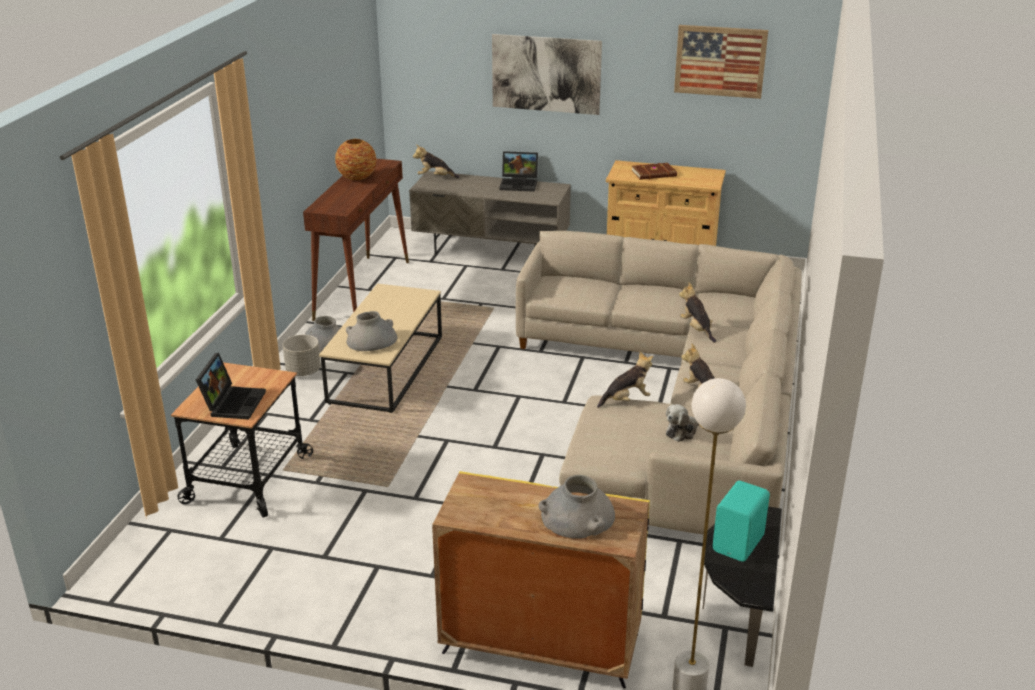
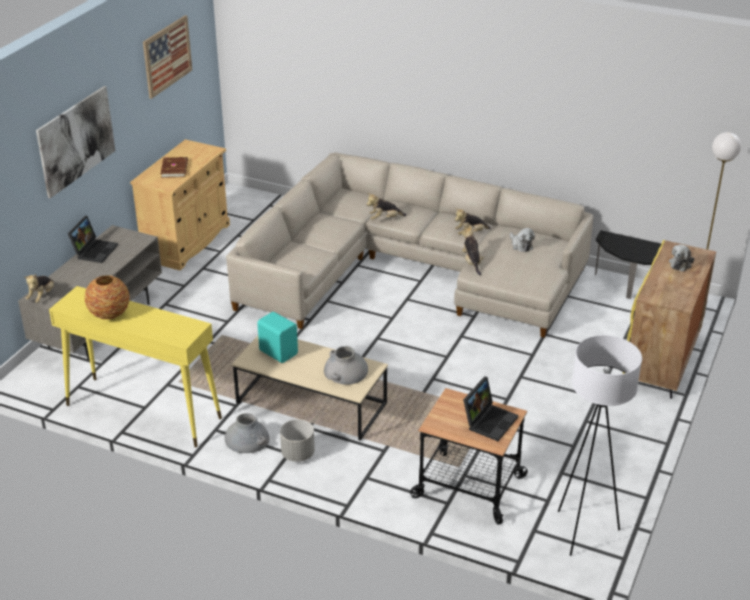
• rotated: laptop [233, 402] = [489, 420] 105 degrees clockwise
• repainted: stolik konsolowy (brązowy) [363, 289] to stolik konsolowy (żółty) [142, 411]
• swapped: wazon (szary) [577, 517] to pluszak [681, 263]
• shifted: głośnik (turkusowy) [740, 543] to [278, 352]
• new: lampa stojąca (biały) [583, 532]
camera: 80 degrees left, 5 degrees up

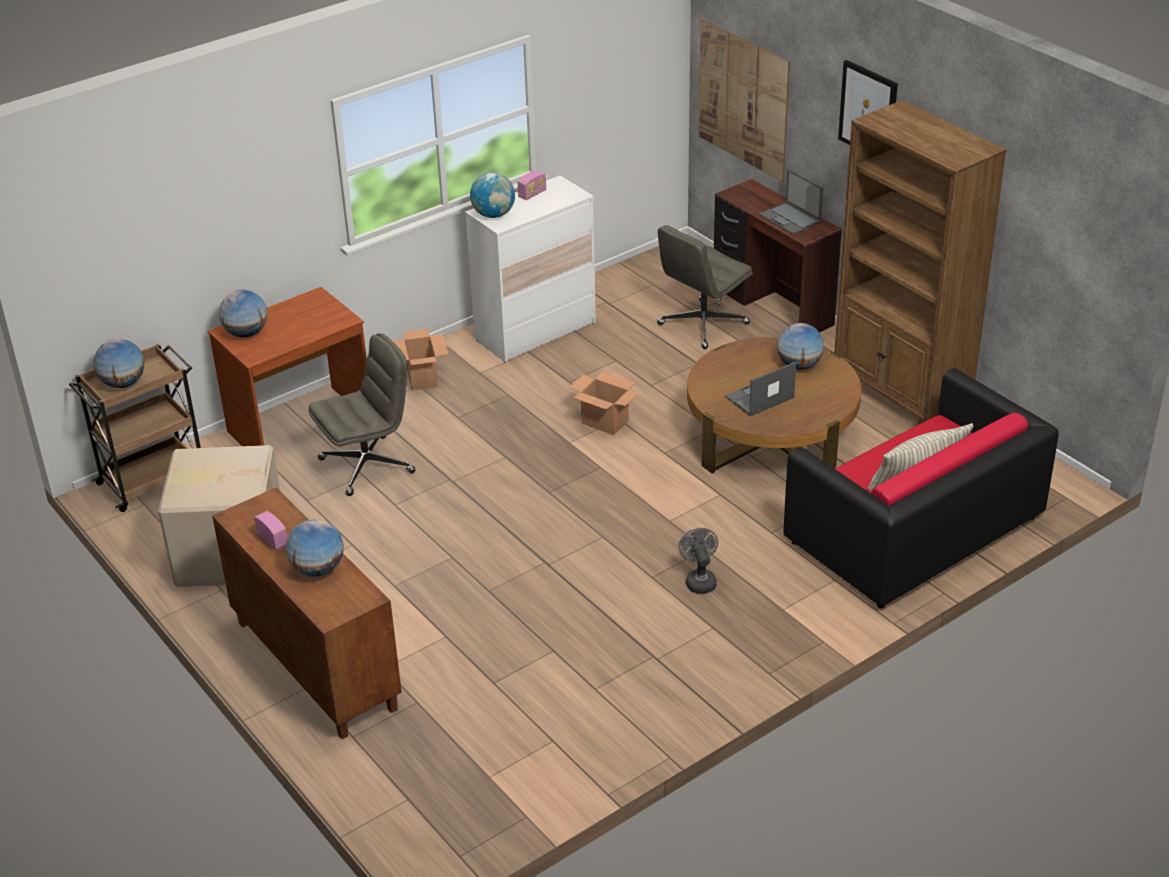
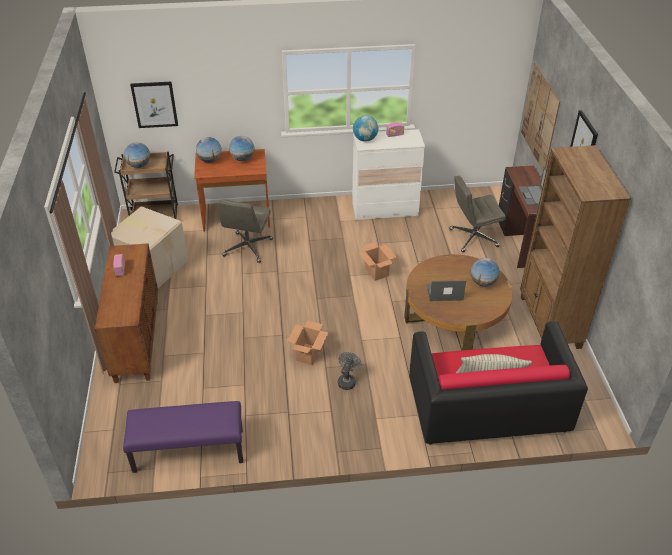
• shifted: globus [317, 569] to [242, 159]
• rotated: krzesło biurowe (szary) [368, 465] = [248, 248] 105 degrees clockwise
• shifted: karton [422, 378] to [308, 354]
• new: ławka (fioletowy) [188, 451]
• new: obraz [154, 104]
camera: 30 degrees right, 5 degrees up

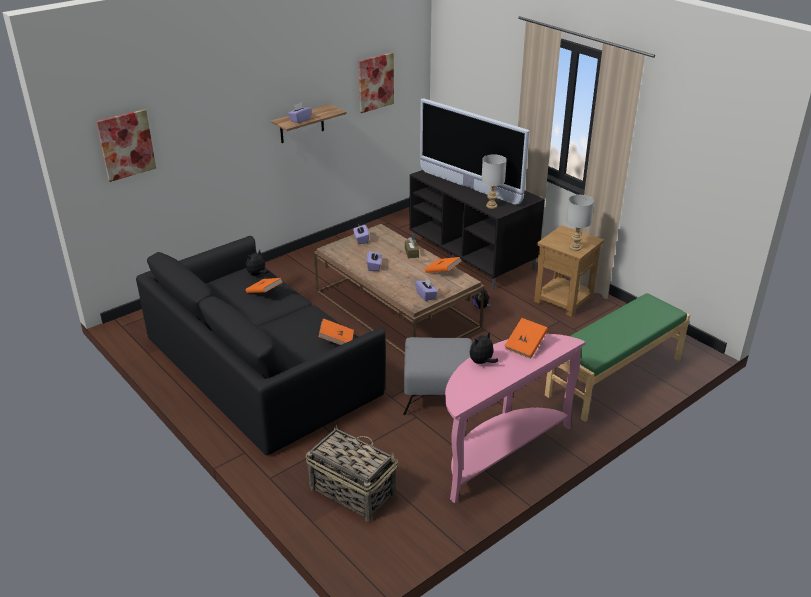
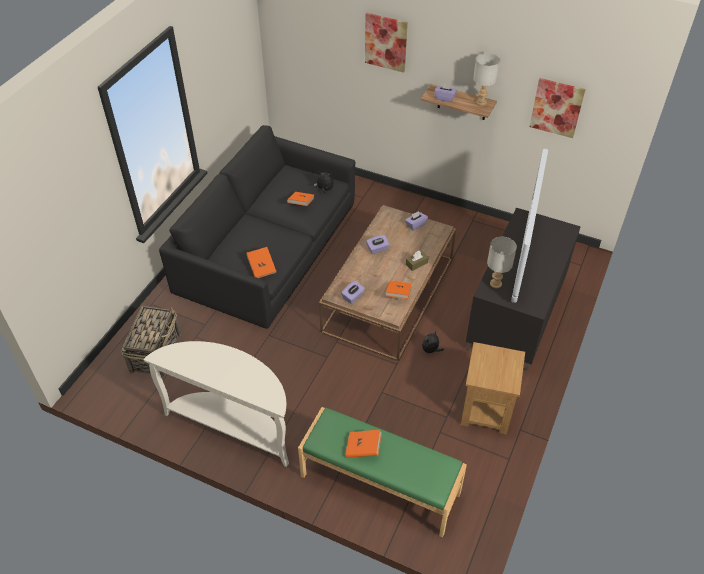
• shifted: obraz [126, 145] to [386, 42]
• gone: pufa (szary) [437, 393]
• repainted: stolik konsolowy (różowy) [499, 452] to stolik konsolowy (biały) [234, 425]
• gone: pluszak [482, 362]
• shifted: książka (pomarańczowy) [525, 346] to [363, 448]
• shifted: lampa stołowa (szary) [575, 247] to [481, 103]
camera: 65 degrees right, 15 degrees up

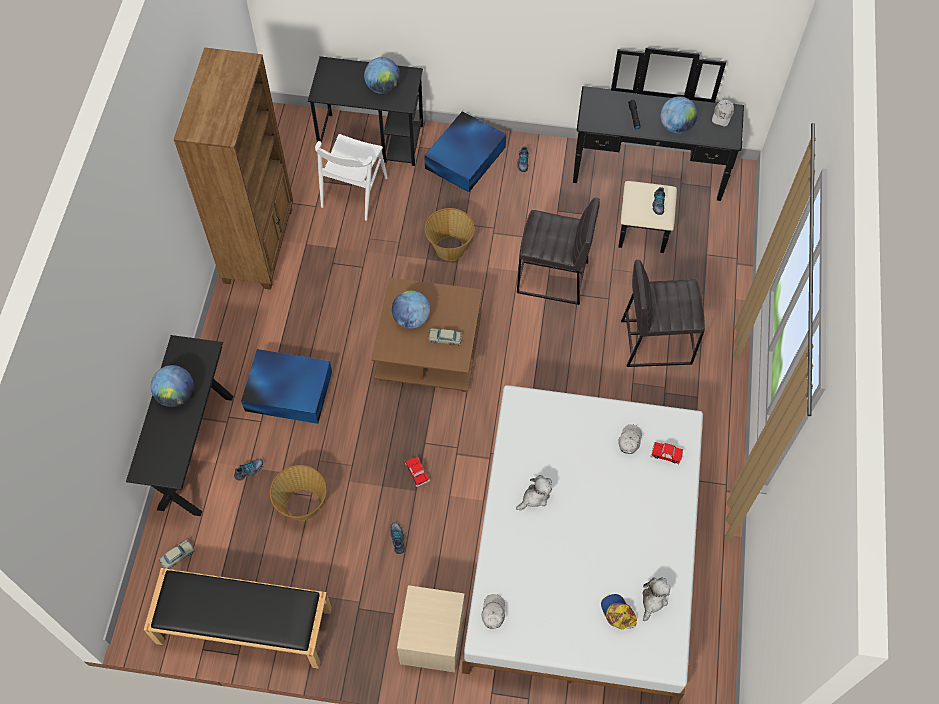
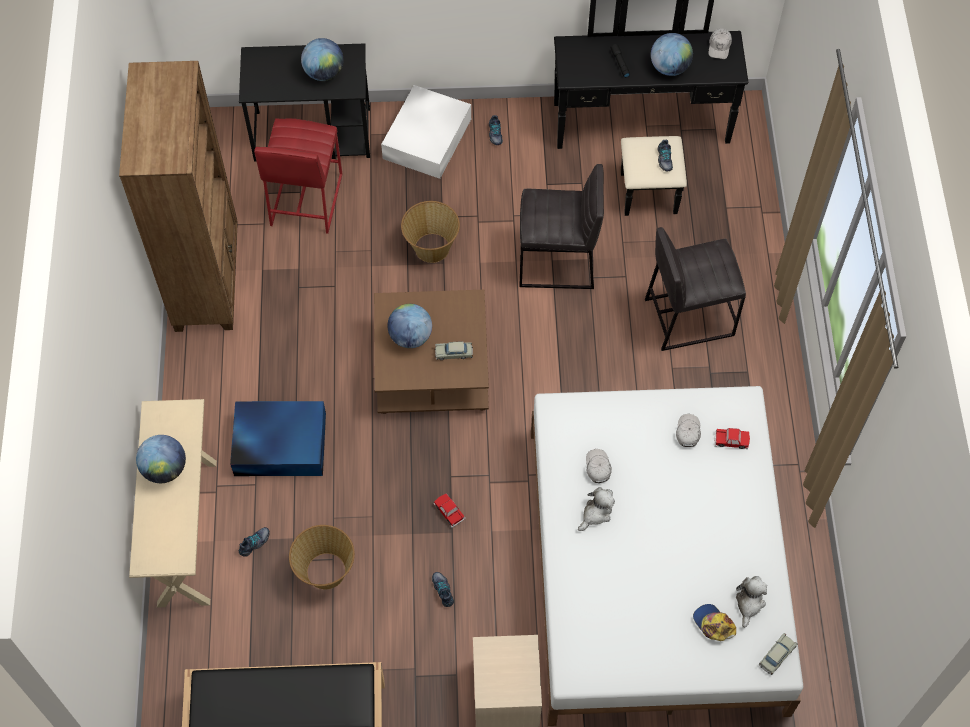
• repainted: stolik konsolowy (czarny) [196, 451] to stolik konsolowy (beżowy) [187, 531]
• shifted: samochodzik (beżowy) [177, 556] to [776, 655]
• swapped: krzesło (biały) [354, 192] to stołek (czerwony) [305, 200]
• repainted: pojemnik do przechowywania (niebieski) [466, 157] to pojemnik do przechowywania (biały) [428, 138]
• shifted: czapka z daszkiem (biały) [493, 612] to [598, 467]
camera: 10 degrees left, 0 degrees up

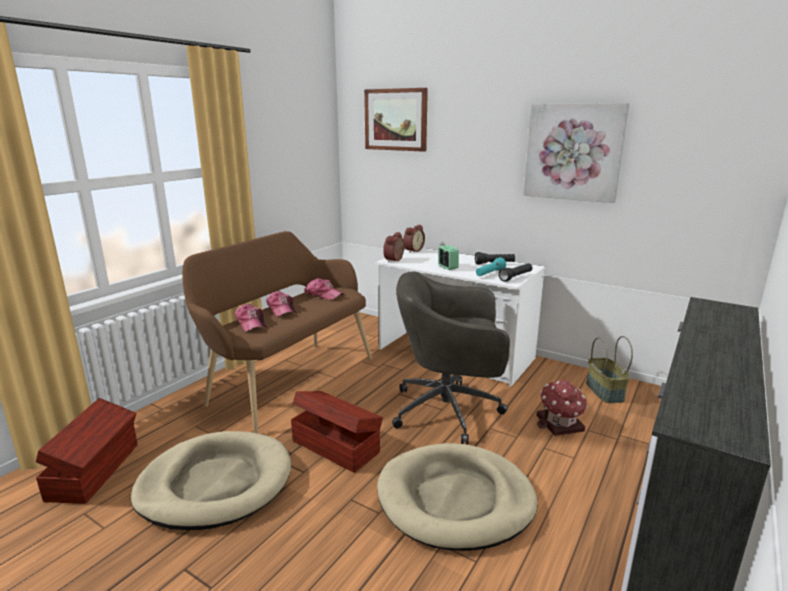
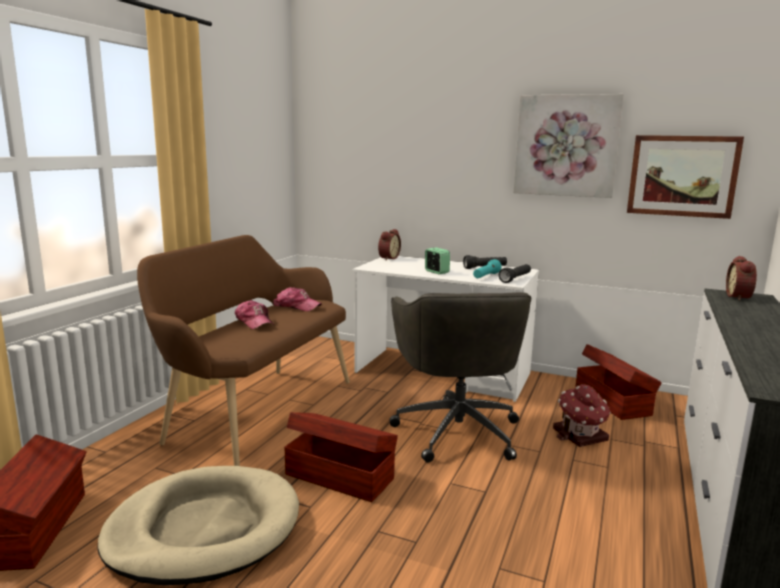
• gone: czapka z daszkiem [251, 323]
• shifted: obraz [396, 119] to [682, 176]
• gone: legowisko (beżowy) [455, 499]
• shifted: budzik [395, 260] to [740, 297]
• rotated: krzesło biurowe (szary) [449, 410] = [457, 430] 90 degrees counterclockwise
• swapped: koszyk [603, 391] to pojemnik do przechowywania (brązowy) [612, 401]
camera: 10 degrees left, 5 degrees down

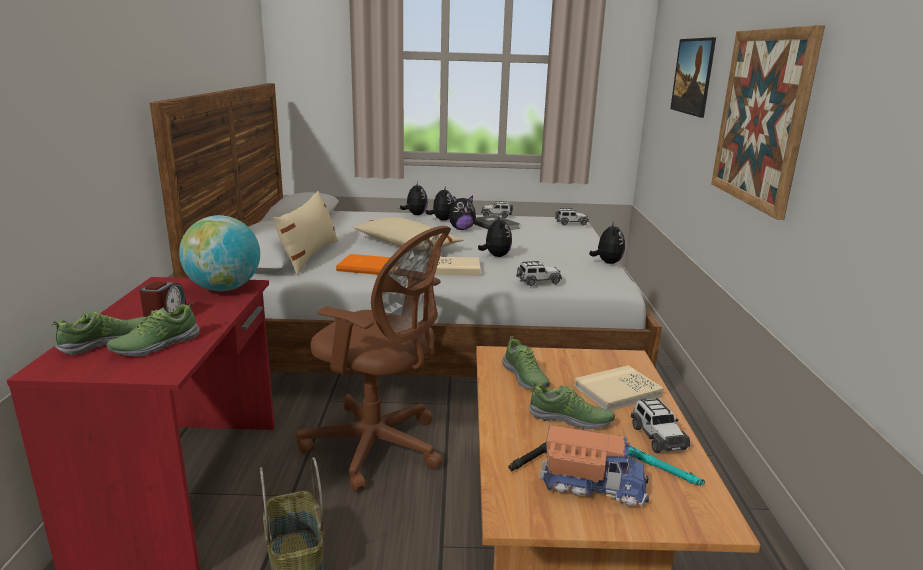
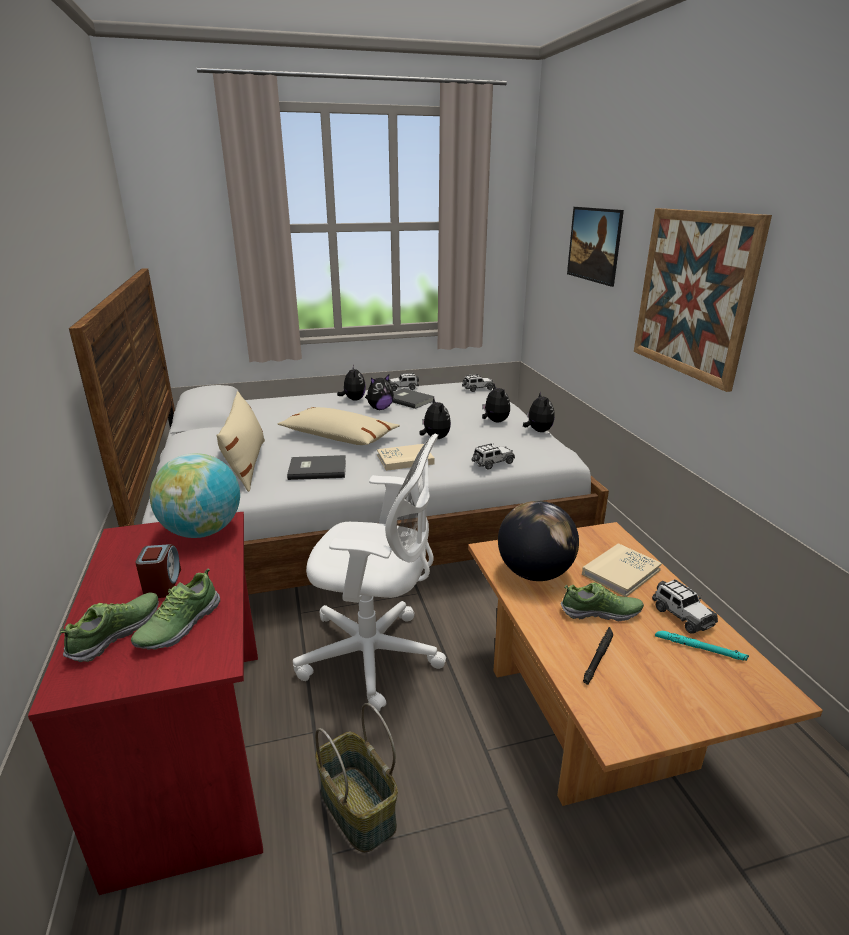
• repainted: krzesło biurowe (brązowy) [379, 447] to krzesło biurowe (biały) [376, 656]
• repainted: książka (pomarańczowy) [368, 266] to książka (szary) [317, 469]
• shifted: pluszak [415, 214] to [494, 421]
• swapped: but [525, 378] to globus [534, 573]
• gone: ciężarówka zabawkowa [592, 484]
camera: 15 degrees left, 5 degrees up

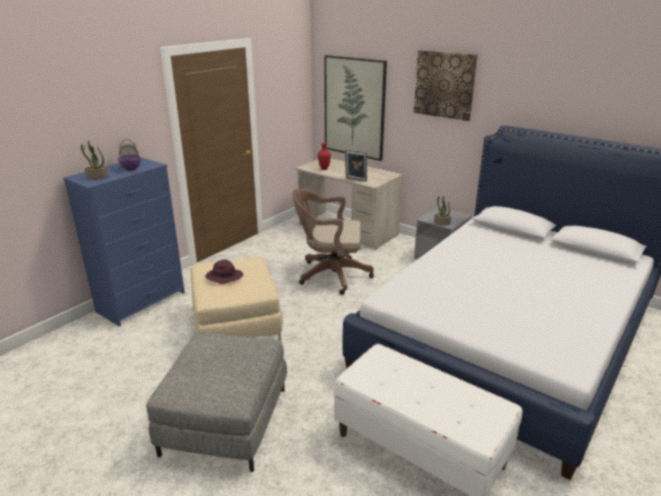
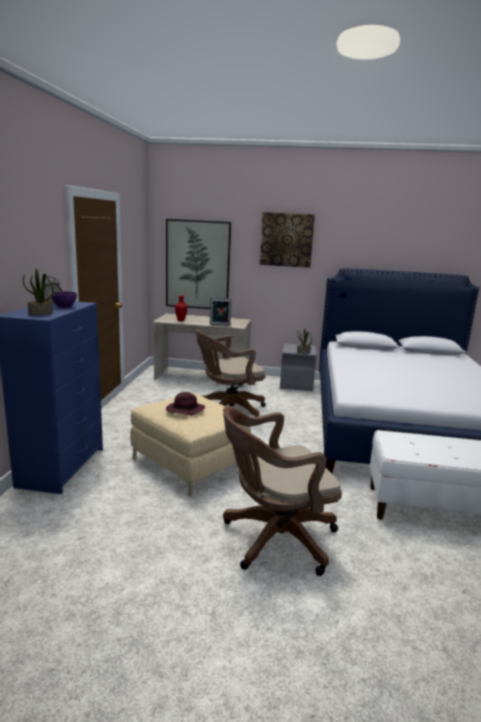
• swapped: pufa (szary) [225, 420] to krzesło biurowe (brązowy) [274, 539]
camera: 30 degrees left, 10 degrees down

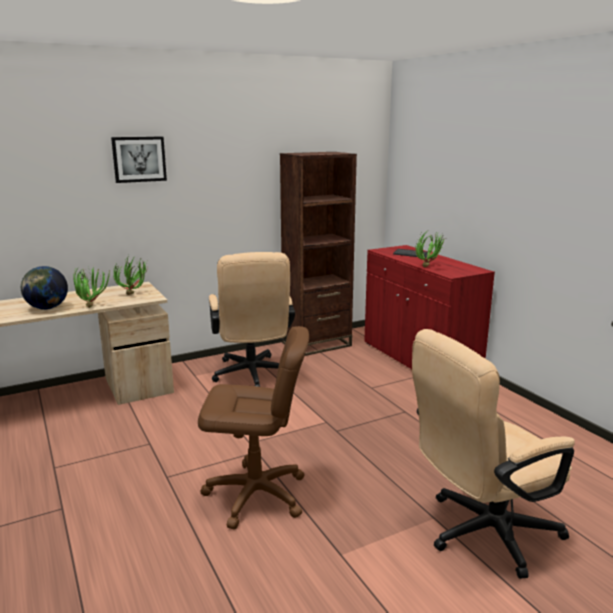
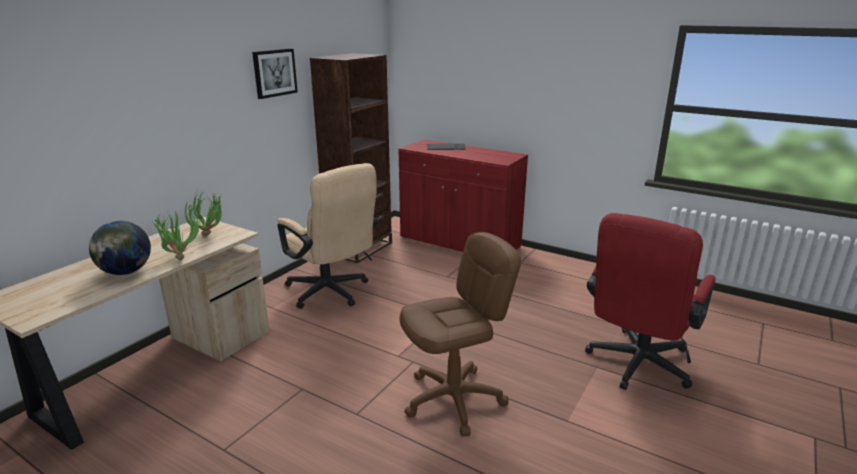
• shifted: obraz [139, 159] to [274, 73]
• repainted: krzesło biurowe (beżowy) [481, 533] to krzesło biurowe (czerwony) [636, 366]
• gone: roślina doniczkowa [429, 267]
camera: 30 degrees left, 5 degrees up

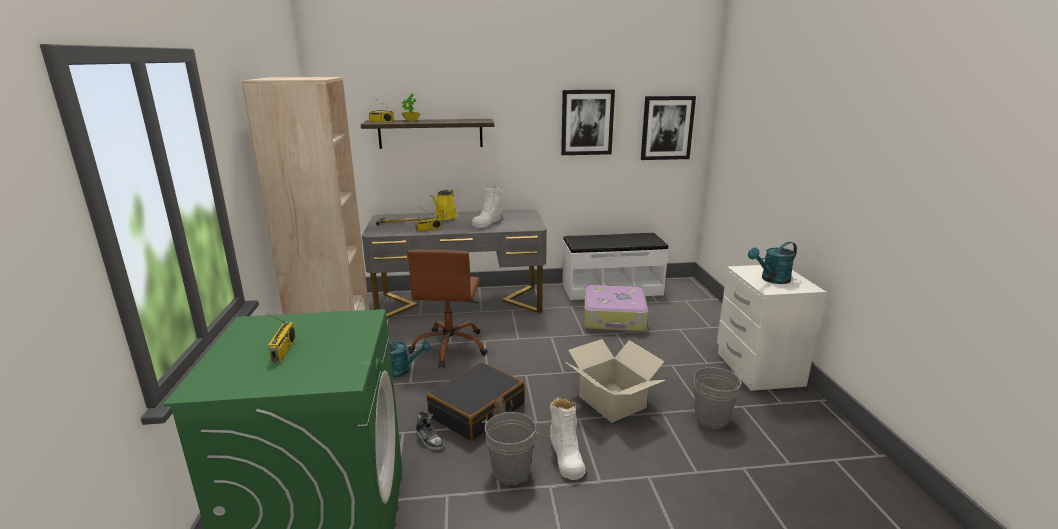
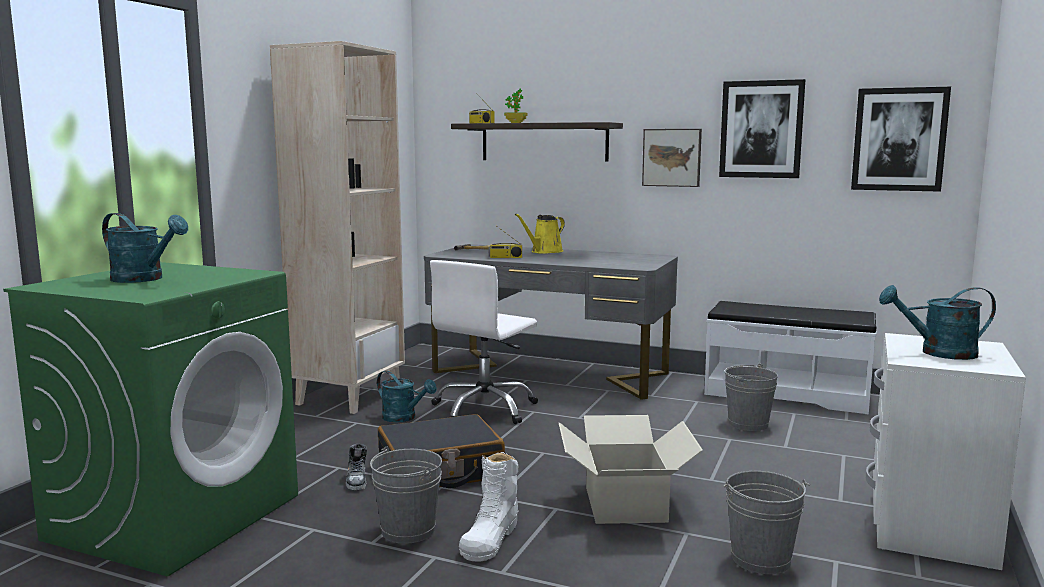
• swapped: radio [284, 350] to konewka (turkusowy) [144, 279]
• repainted: krzesło biurowe (brązowy) [450, 347] to krzesło biurowe (biały) [485, 409]
• gone: but z cholewką (biały) [487, 222]
• swapped: walizka [614, 318] to wiadro (szary) [748, 424]
• new: obraz [672, 157]
camera: 30 degrees right, 10 degrees down

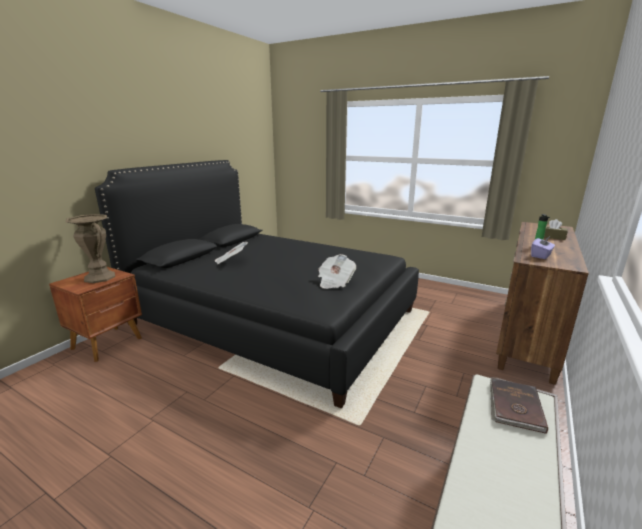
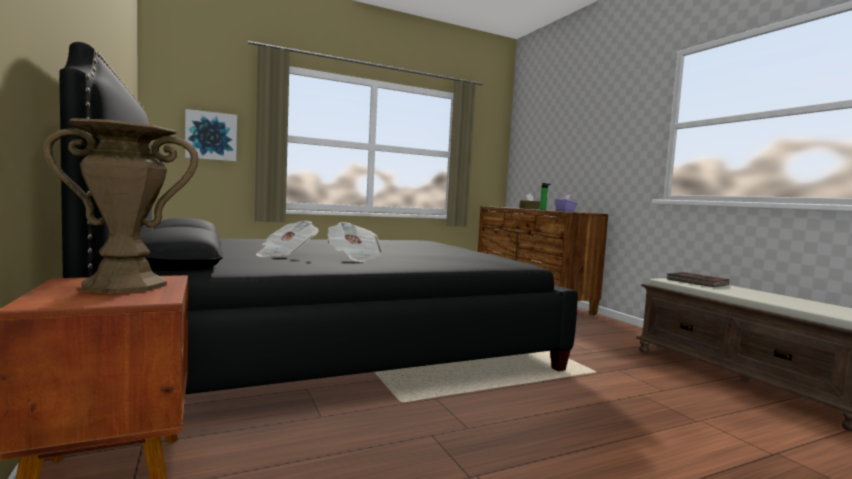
• shifted: gazeta [335, 282] to [354, 257]
• new: obraz [211, 136]
camera: 55 degrees left, 15 degrees down

